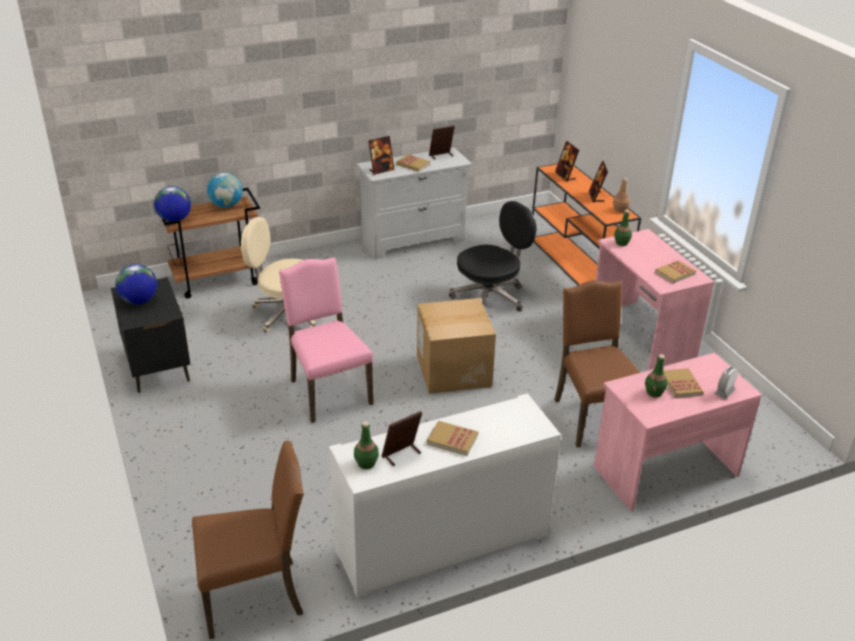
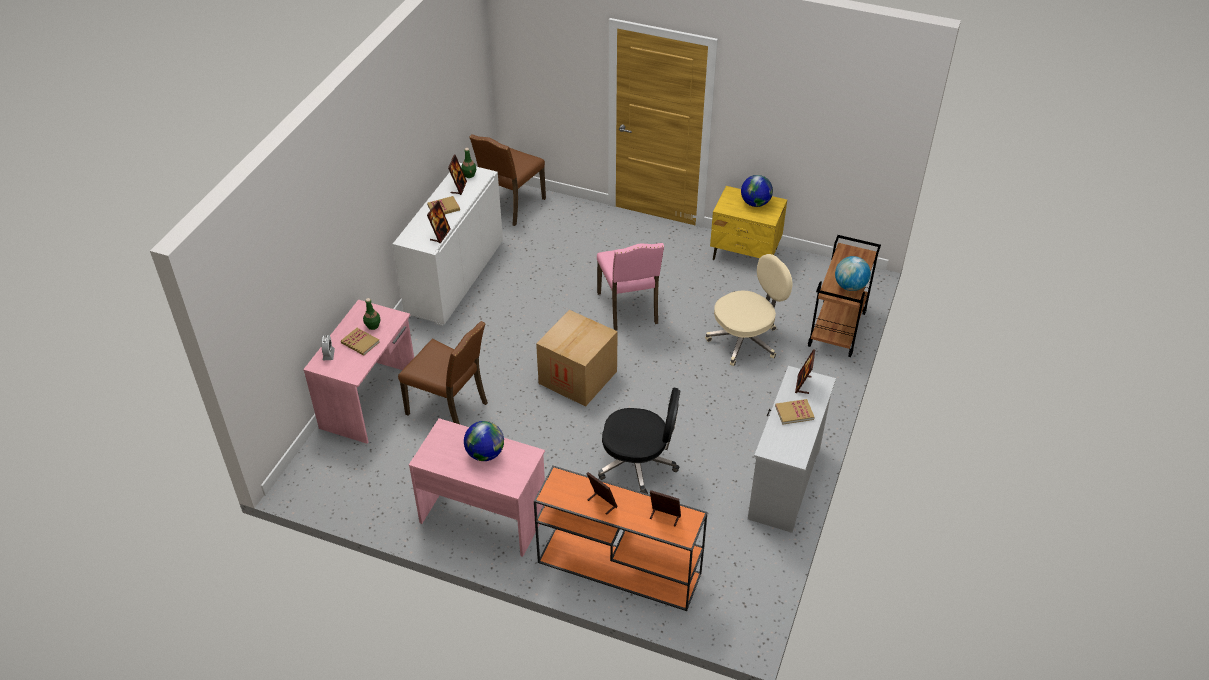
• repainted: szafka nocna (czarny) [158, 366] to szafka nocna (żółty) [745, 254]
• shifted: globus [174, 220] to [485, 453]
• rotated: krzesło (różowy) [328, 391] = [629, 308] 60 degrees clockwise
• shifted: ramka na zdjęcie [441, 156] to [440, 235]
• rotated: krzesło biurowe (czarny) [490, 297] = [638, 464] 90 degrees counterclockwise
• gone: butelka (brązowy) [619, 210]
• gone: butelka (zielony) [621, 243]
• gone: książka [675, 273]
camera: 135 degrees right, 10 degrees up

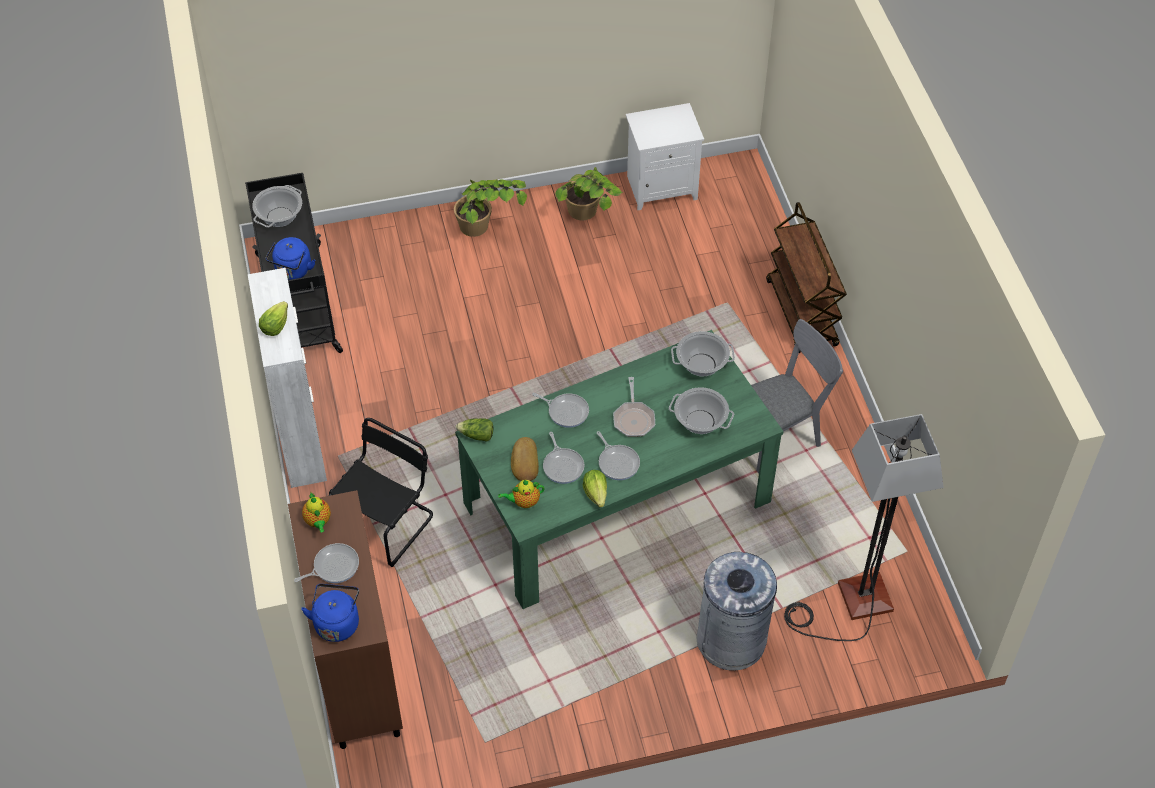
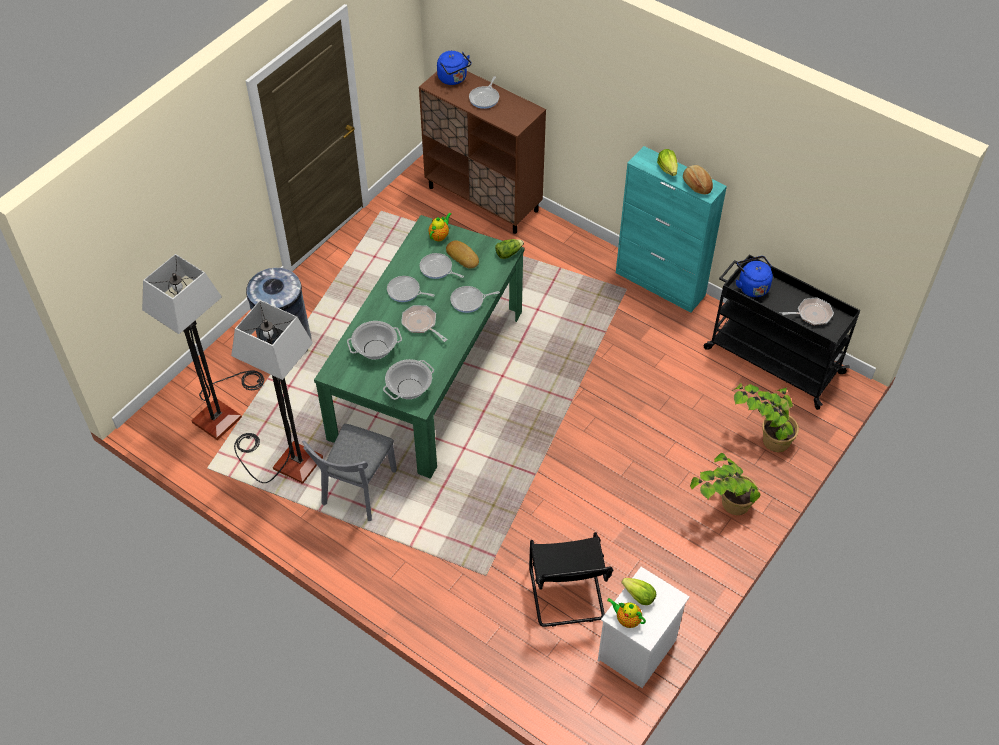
• repainted: szafka (biały) [301, 438] to szafka (turkusowy) [660, 284]
• swapped: garnek [280, 217] to patelnia [811, 314]
• shifted: imbryk [318, 522] to [626, 619]
• shifted: krzesło (czarny) [386, 522] to [567, 596]
• shifted: roślina doniczkowa [588, 220] to [762, 435]
• shifted: sałata [596, 493] to [639, 596]
• gone: wózek (brązowy) [802, 314]
• new: lampa stojąca [285, 461]
• new: chleb [696, 185]
camera: 140 degrees right, 0 degrees up

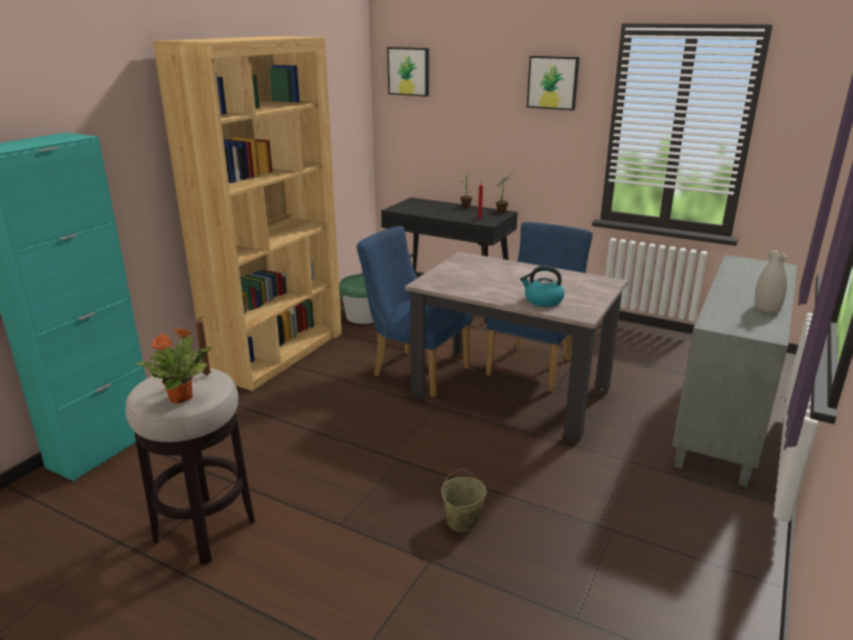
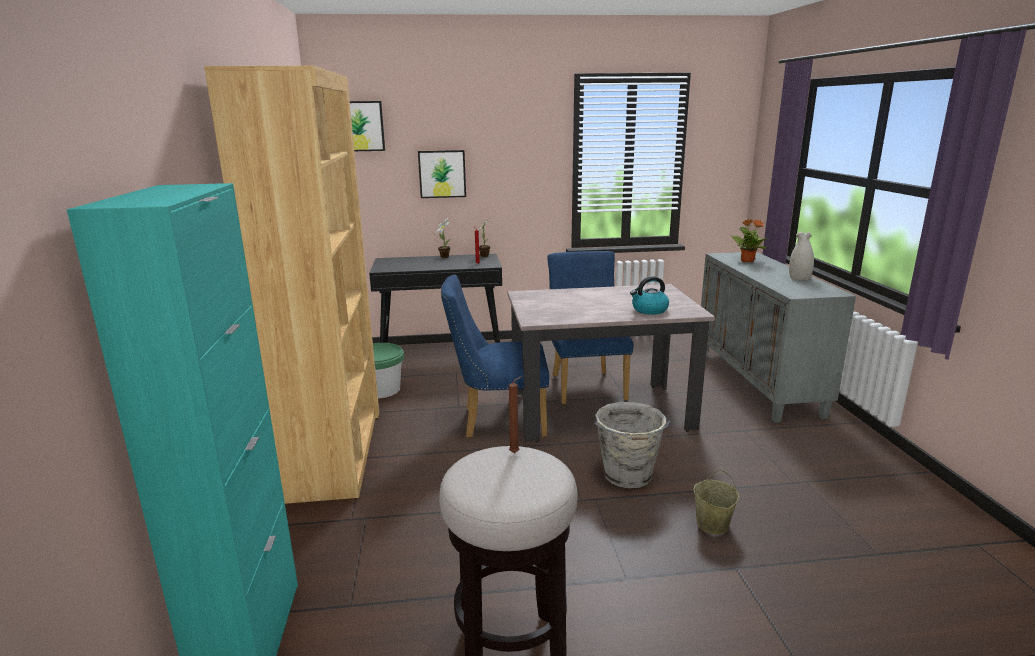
• shifted: roślina doniczkowa [182, 397] to [747, 260]
• shifted: obraz [553, 82] to [442, 174]
• new: wiadro (szary) [627, 476]
camera: 35 degrees left, 5 degrees down

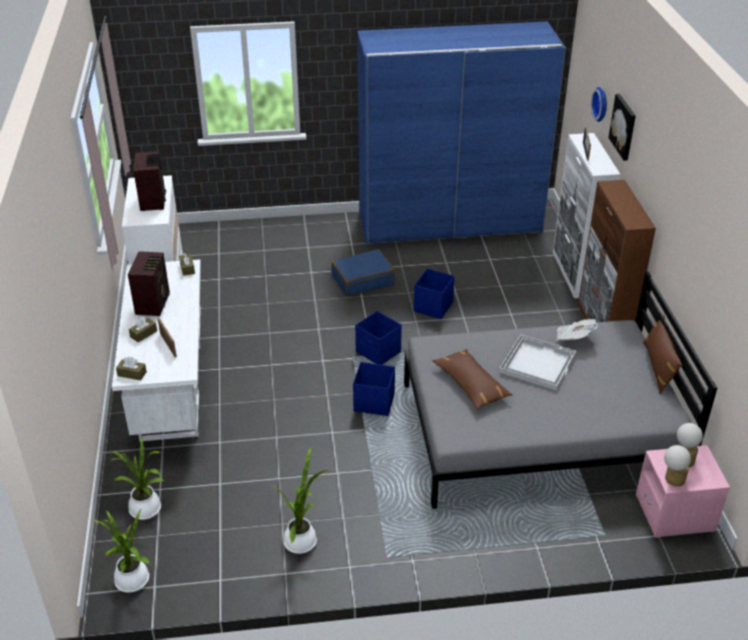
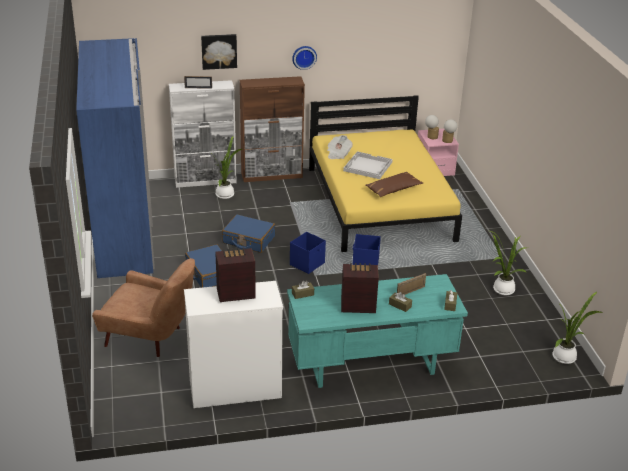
• shifted: roślina doniczkowa [147, 510] to [226, 194]
• repainted: biurko (biały) [171, 390] to biurko (turkusowy) [370, 365]
• repainted: łóżko (szary) [539, 431] to łóżko (żółty) [379, 203]
• swapped: pojemnik do przechowywania (niebieski) [432, 307] to walizka (niebieski) [248, 240]
• shifted: zegar ścienny [601, 104] to [304, 57]
• gone: poduszka (brązowy) [658, 367]
• new: fotel (brązowy) [150, 337]
camera: 95 degrees left, 5 degrees down

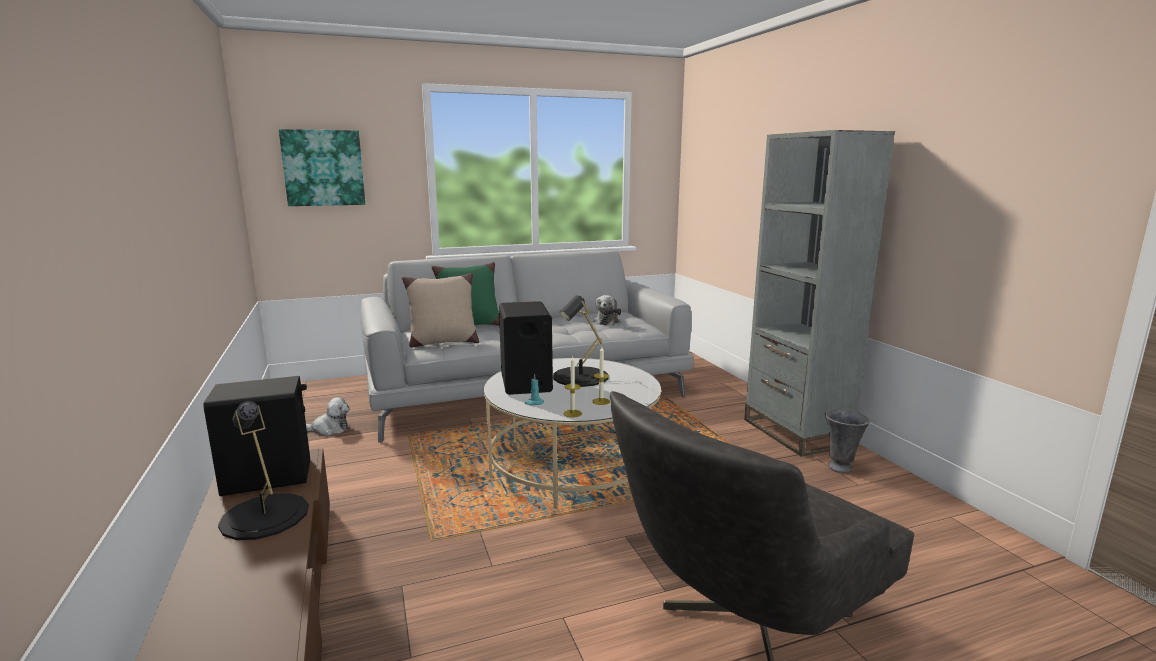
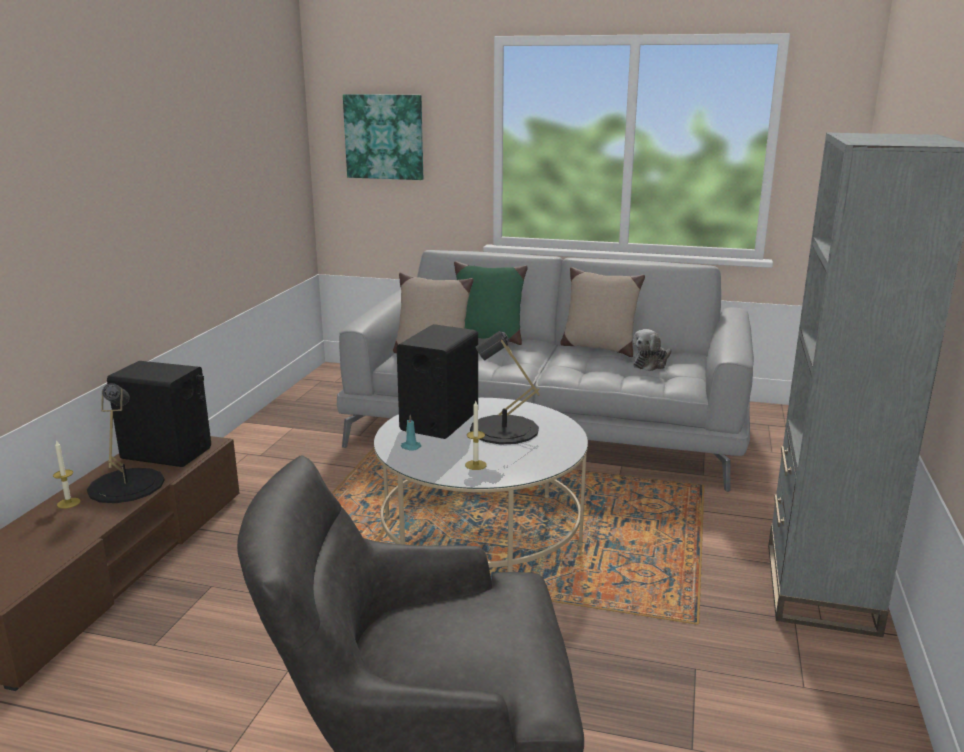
• gone: pluszak [329, 429]
• shifted: świeca [572, 413] to [68, 503]
• gone: wazon (szary) [841, 467]
• new: poduszka (beżowy) [598, 347]
camera: 35 degrees right, 5 degrees up

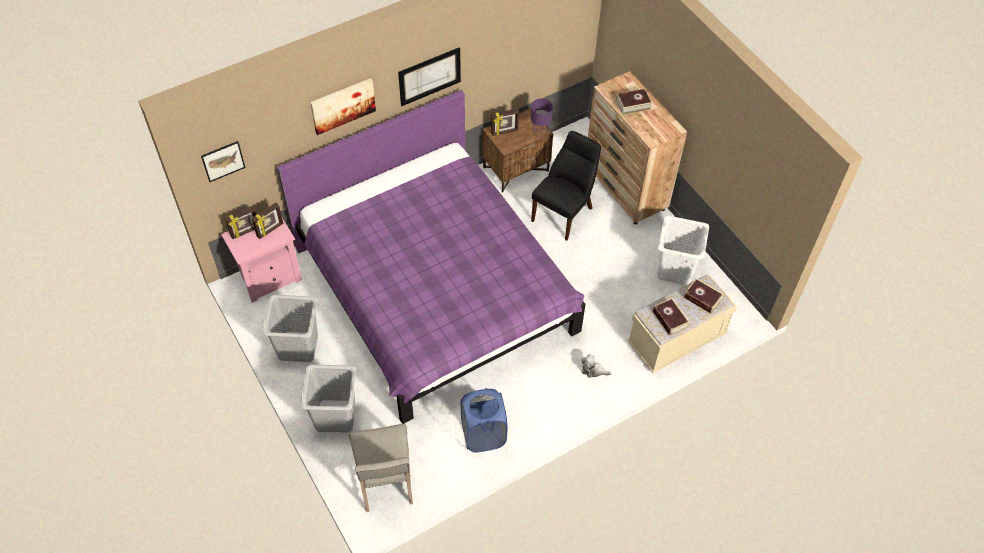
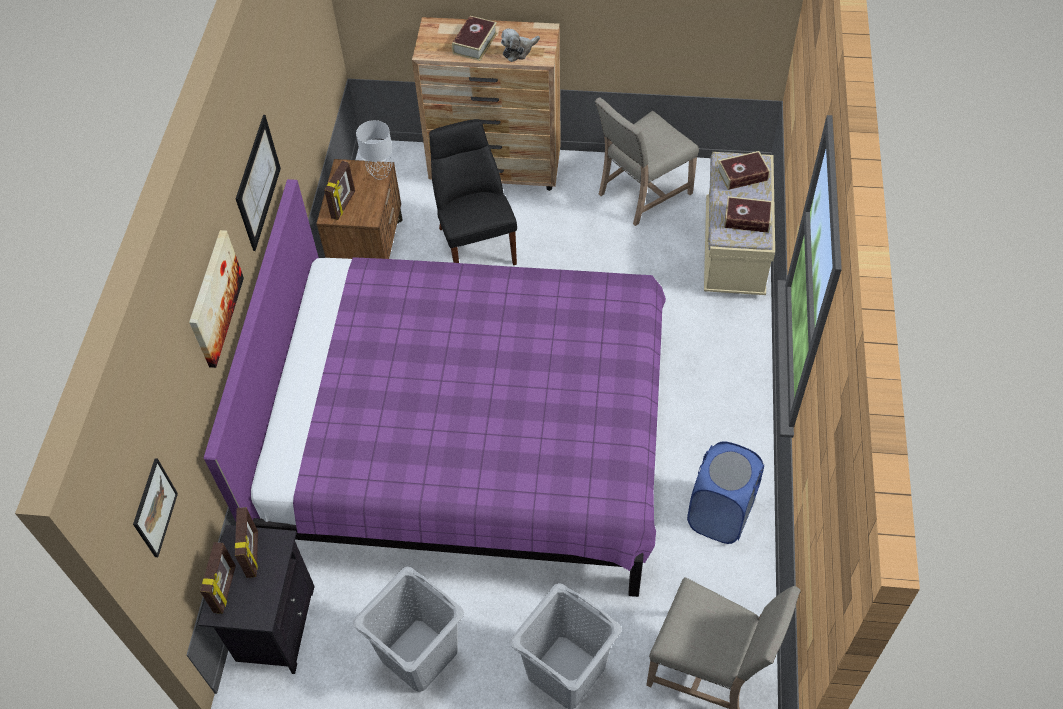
• repainted: szafka nocna (różowy) [270, 278] to szafka nocna (czarny) [274, 625]
• repainted: lampa stołowa (fioletowy) [540, 133] to lampa stołowa (szary) [381, 173]
• shifted: pluszak [593, 370] to [518, 51]
• swapped: kosz na pranie (biały) [674, 269] to krzesło (beżowy) [641, 193]
camera: 50 degrees left, 0 degrees up

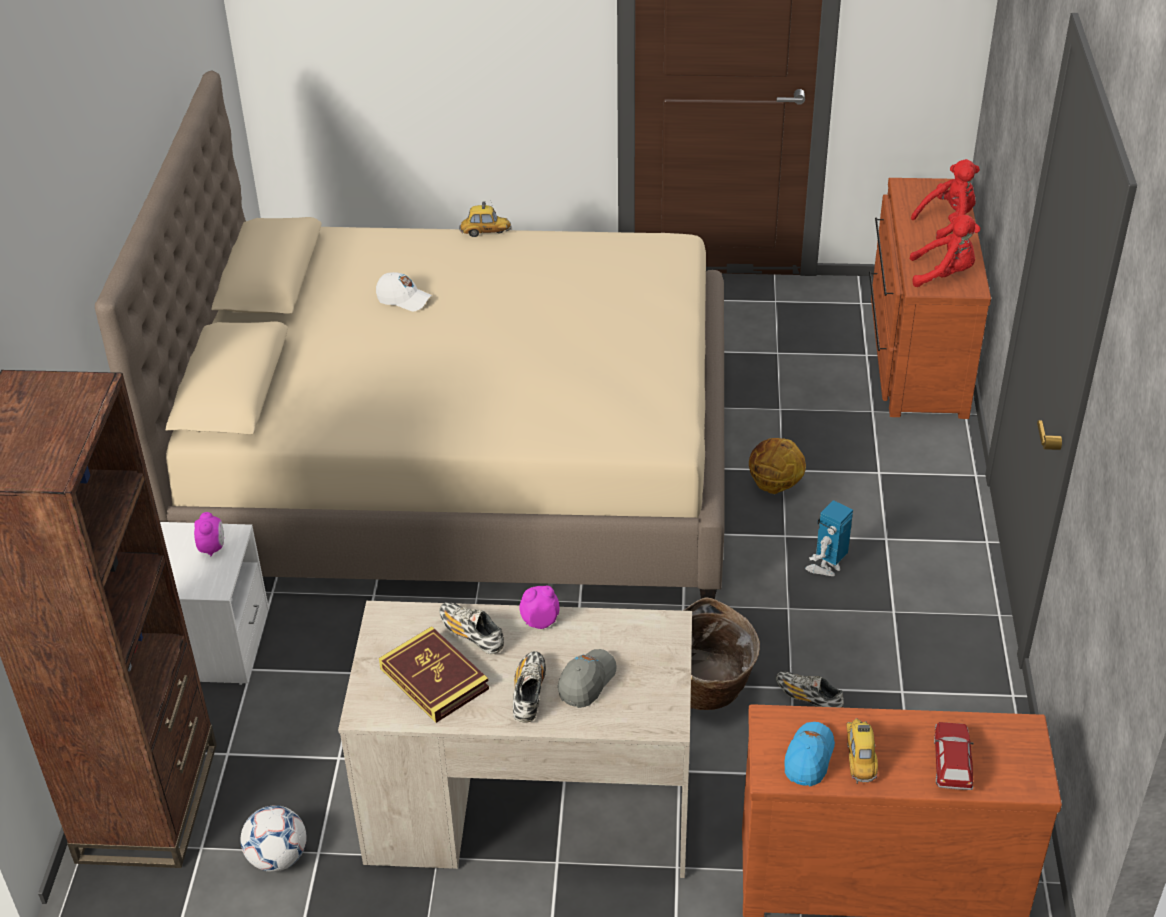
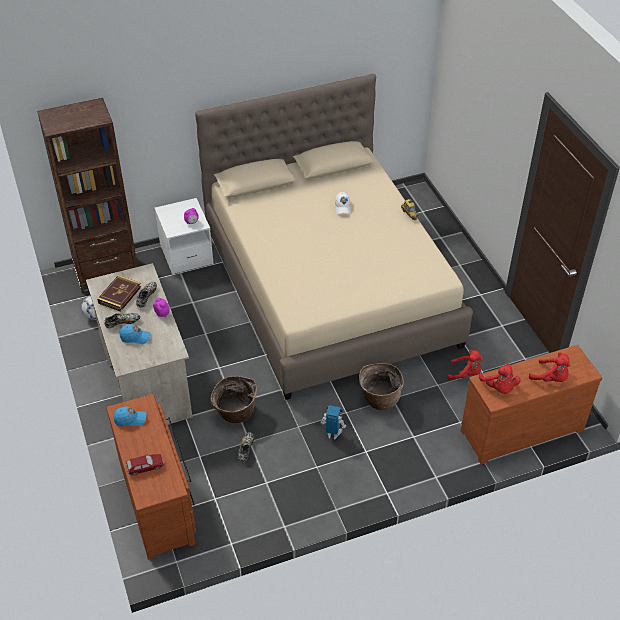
• repainted: czapka z daszkiem (szary) [586, 682] to czapka z daszkiem (niebieski) [135, 337]
• swapped: piłka do koszykówki [774, 485] to koszyk [379, 399]
• gone: samochodzik [859, 757]
• new: pluszak (czerwony) [465, 374]
camera: 65 degrees right, 5 degrees up

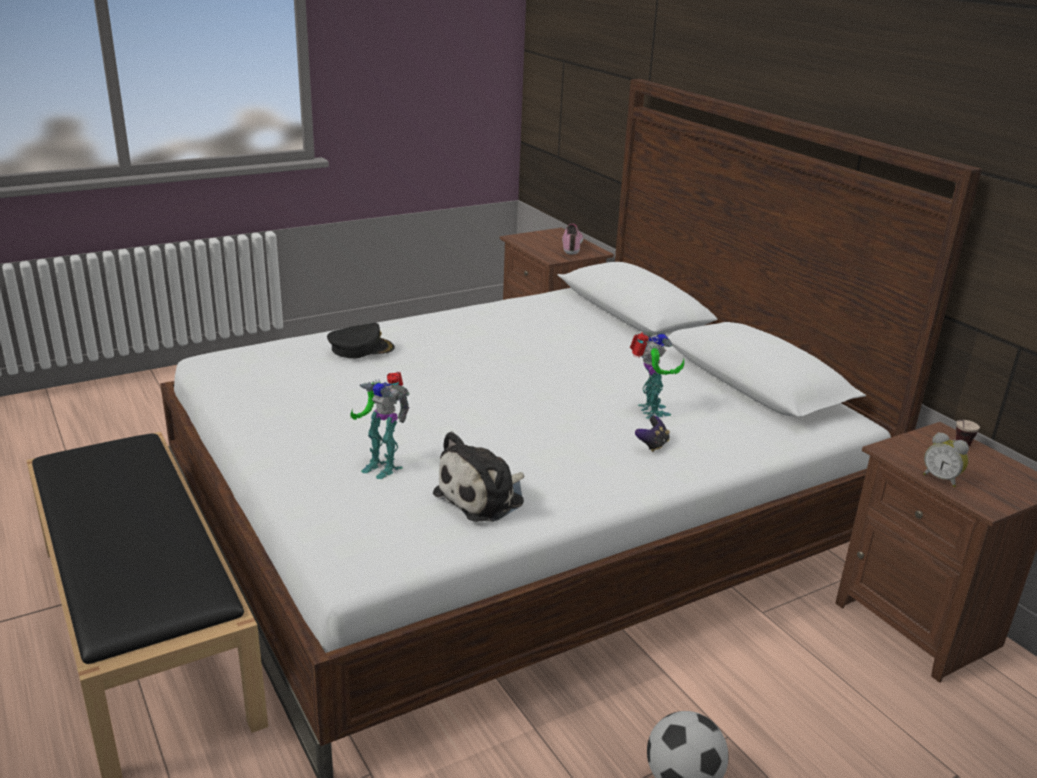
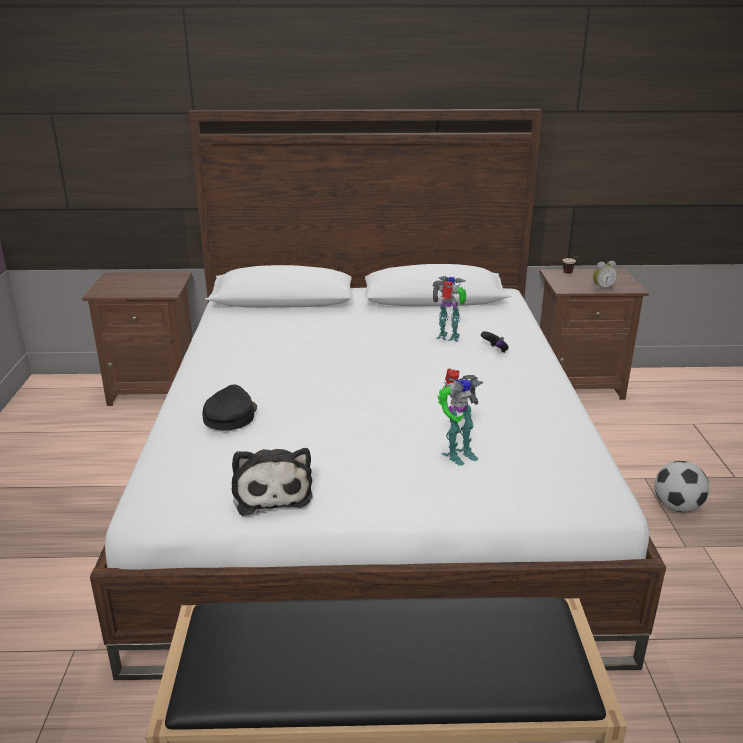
• shifted: pluszak [484, 497] to [271, 492]
• gone: but [572, 245]
camera: 60 degrees left, 0 degrees up

